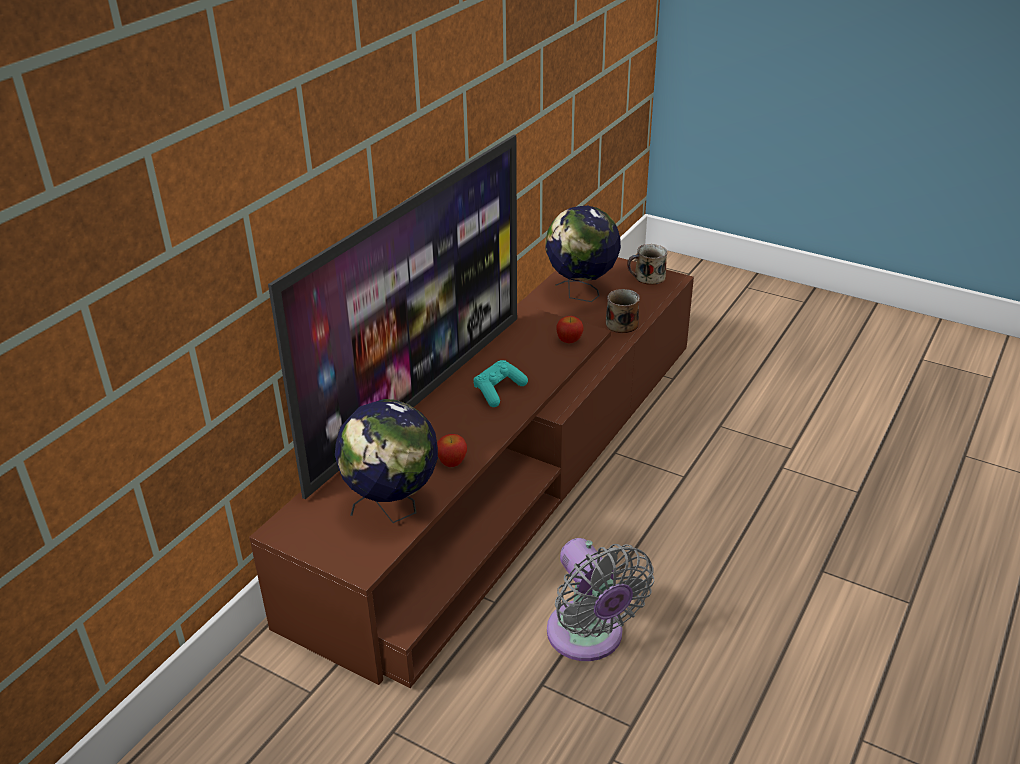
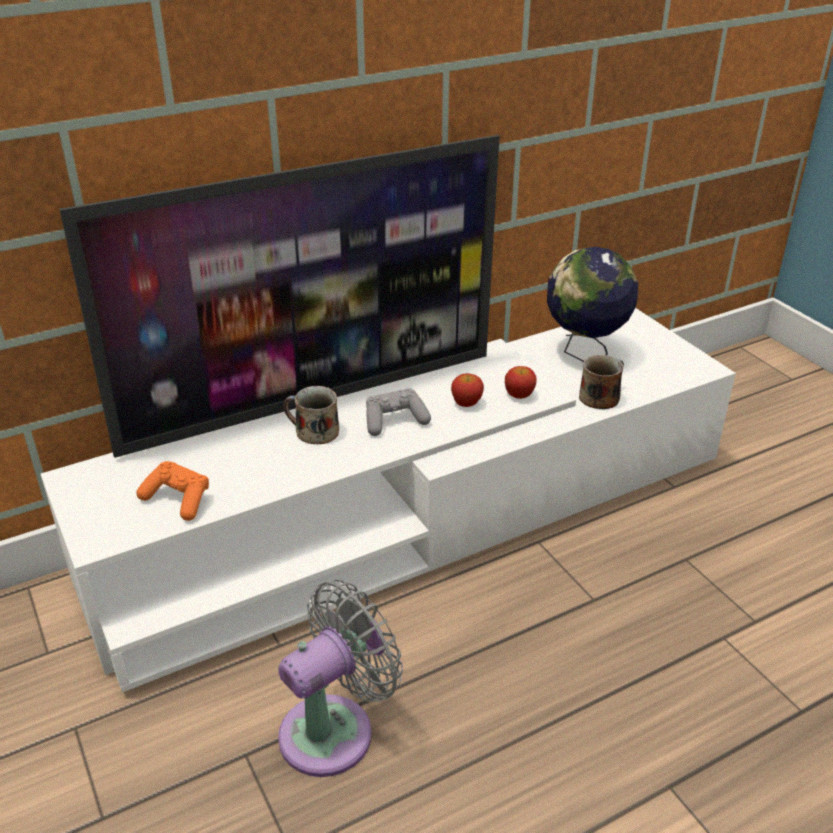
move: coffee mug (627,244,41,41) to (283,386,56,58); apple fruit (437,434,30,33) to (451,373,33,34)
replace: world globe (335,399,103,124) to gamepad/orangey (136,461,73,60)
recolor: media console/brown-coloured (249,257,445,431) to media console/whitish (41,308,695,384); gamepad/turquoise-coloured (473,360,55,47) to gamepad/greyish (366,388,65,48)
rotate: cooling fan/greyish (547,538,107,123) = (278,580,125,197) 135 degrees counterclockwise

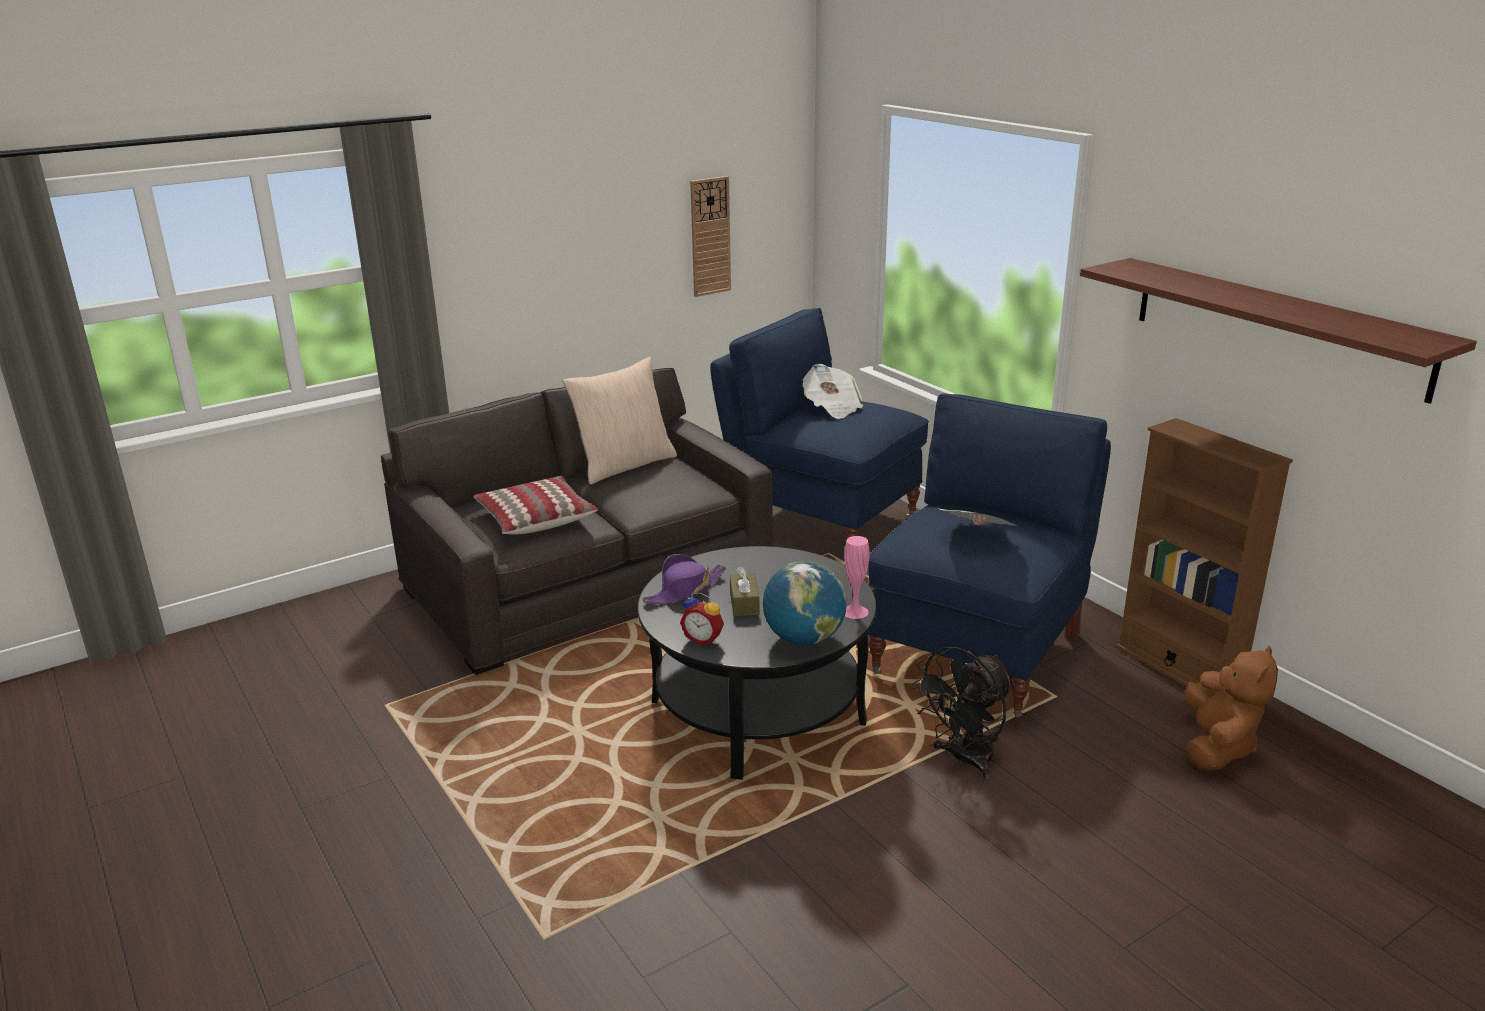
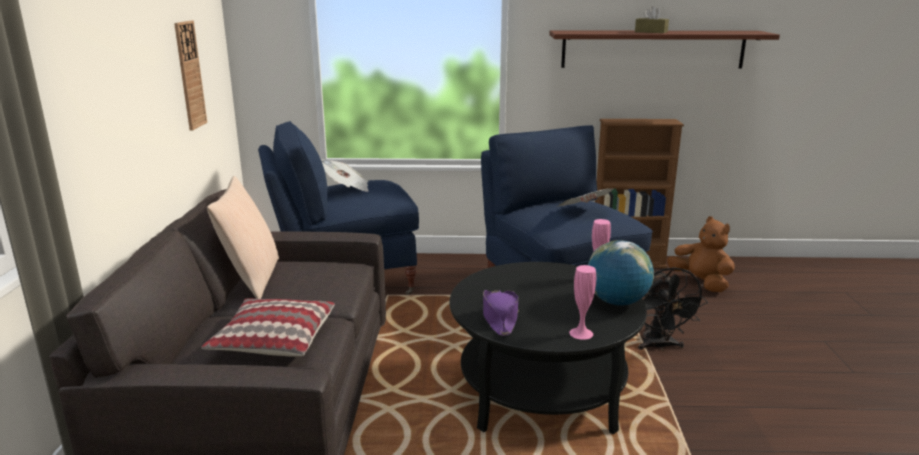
move: tissue box/brown-coloured (730,567,30,49) to (635,6,34,27)
replace: alarm clock (680,593,44,52) to decorative vase/pinkish (569,265,27,75)

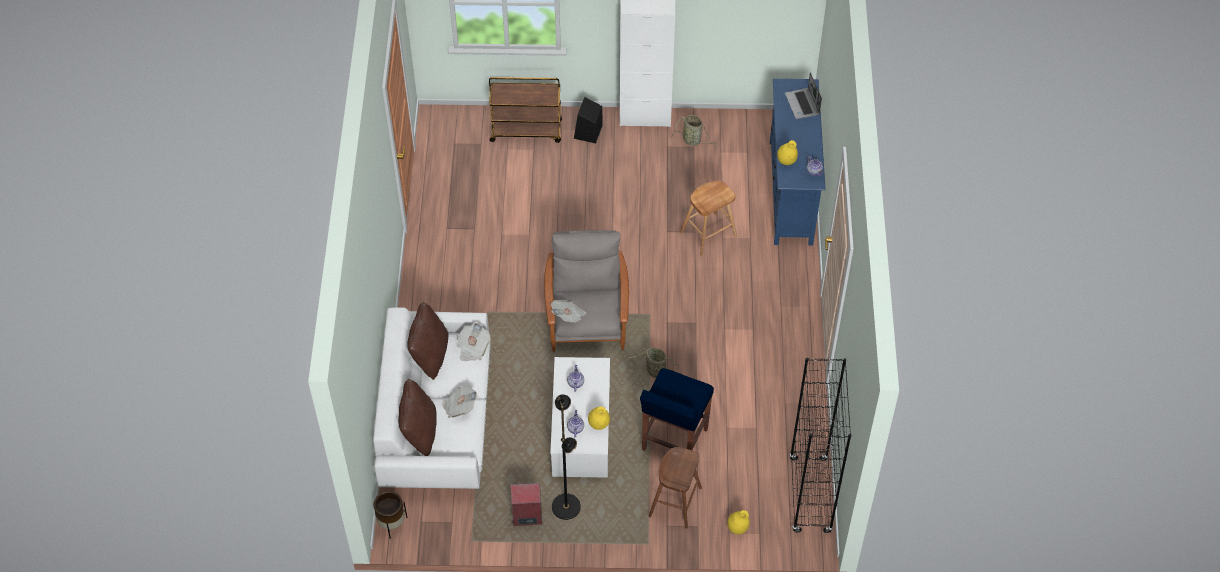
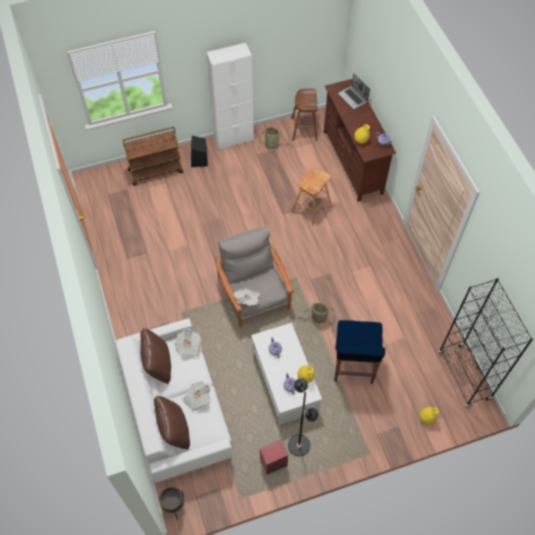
move: stool seat/brown-coloured (648,447,54,82) to (291,89,26,52)
recolor: media console/blue-coloured (770,79,56,166) to media console/brown-coloured (324,79,72,123)

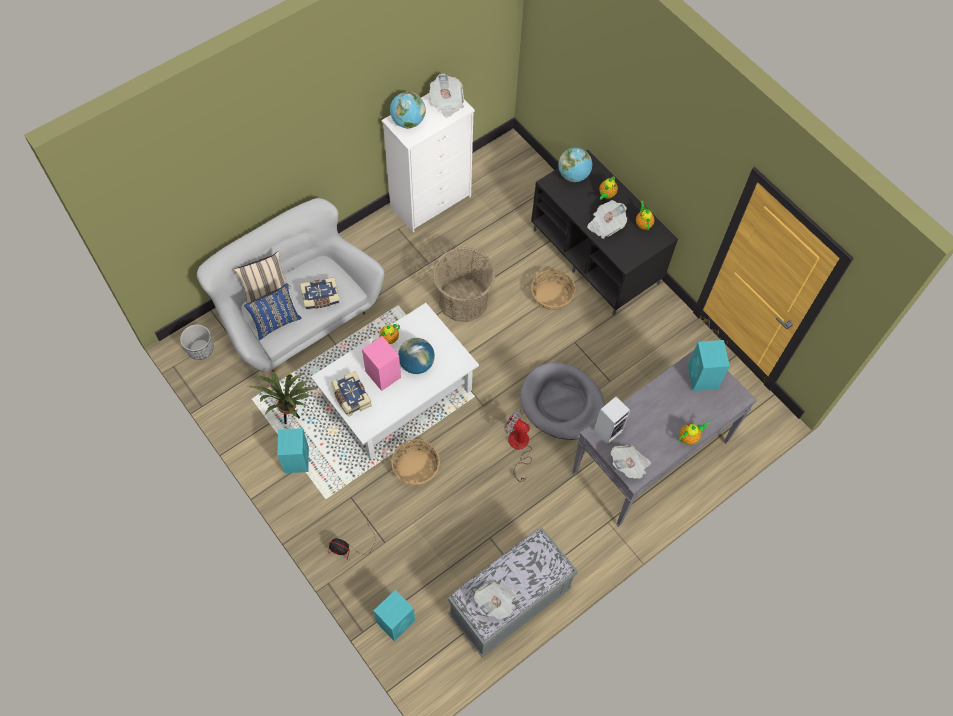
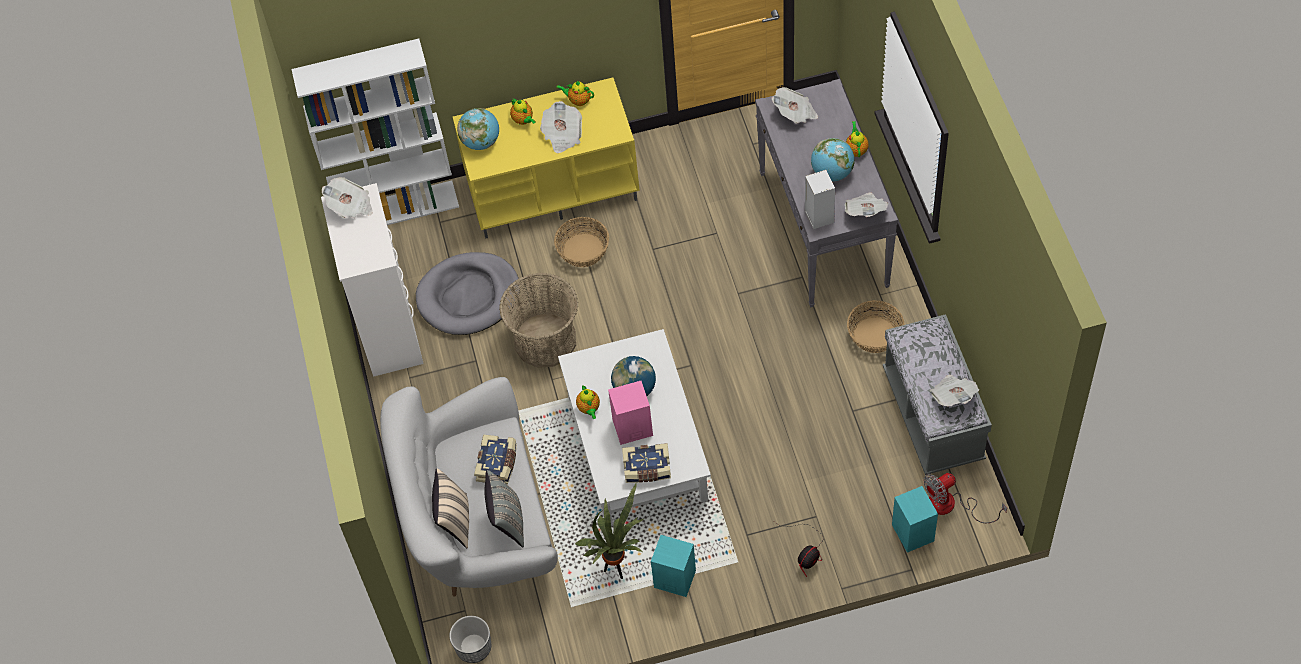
insert: bookcase/whitish (291,39,168,186)
move: world globe (390,92,36,37) to (811,138,44,43); dog bed/greyish (520,362,85,78) to (416,252,104,83); cooling fan (504,410,28,73) to (923,473,84,50); storage basket (391,439,49,46) to (847,300,58,53)
replace: loudspeaker/turquoise-coloured (688,340,42,51) to newspaper (772,87,46,37)
recolor: media console/blackish (531,150,147,166) to media console/yellowish (453,78,187,161); pillow/blue-coloured (244,283,58,57) to pillow/greyish (484,470,40,77)

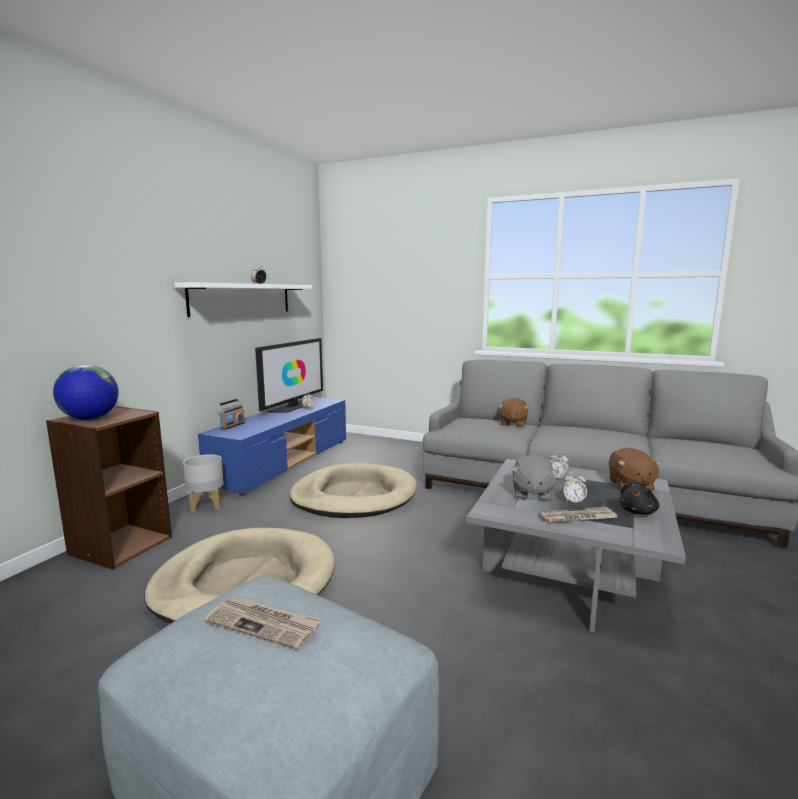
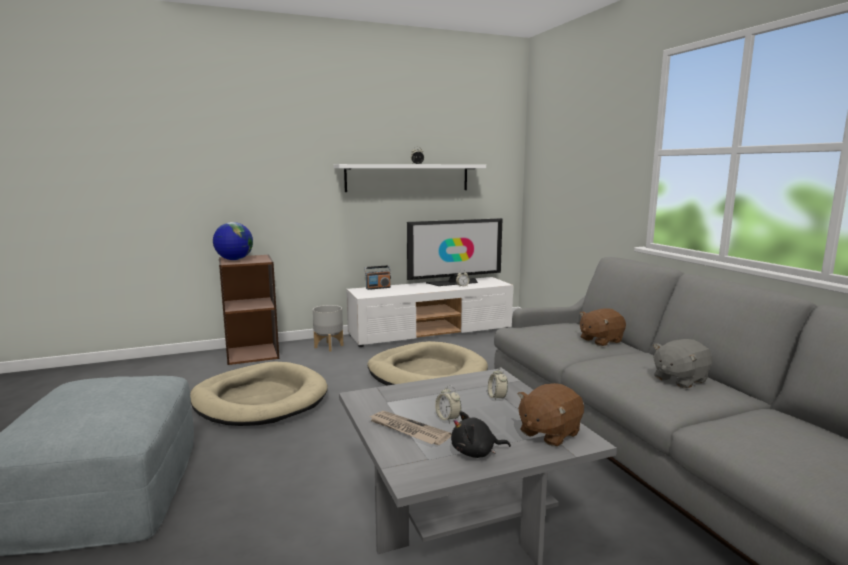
delete: newspaper (204,596,117,54)
move: soft toy/greyish (511,455,47,47) to (653,339,59,49)
recolor: media console/blue-coloured (198,397,148,99) to media console/whitish (346,277,167,70)

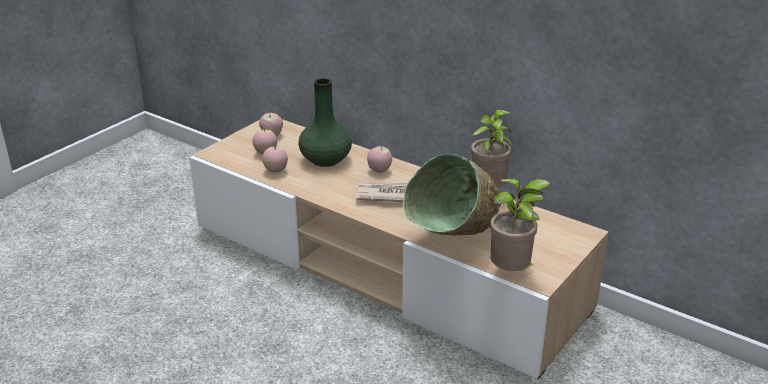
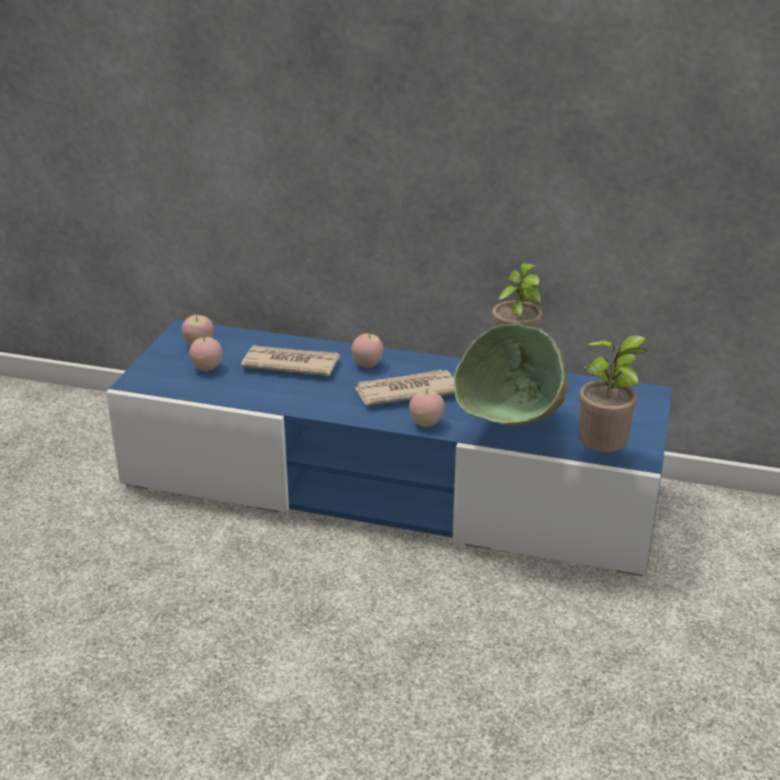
move: apple fruit (262,147,26,26) to (409,390,36,37)
replace: decorative vase/green-coloured (298,78,54,89) to newspaper (241,345,99,31)
recolor: media console/sand-coloured (189,119,420,260) to media console/blue-coloured (106,320,567,256)

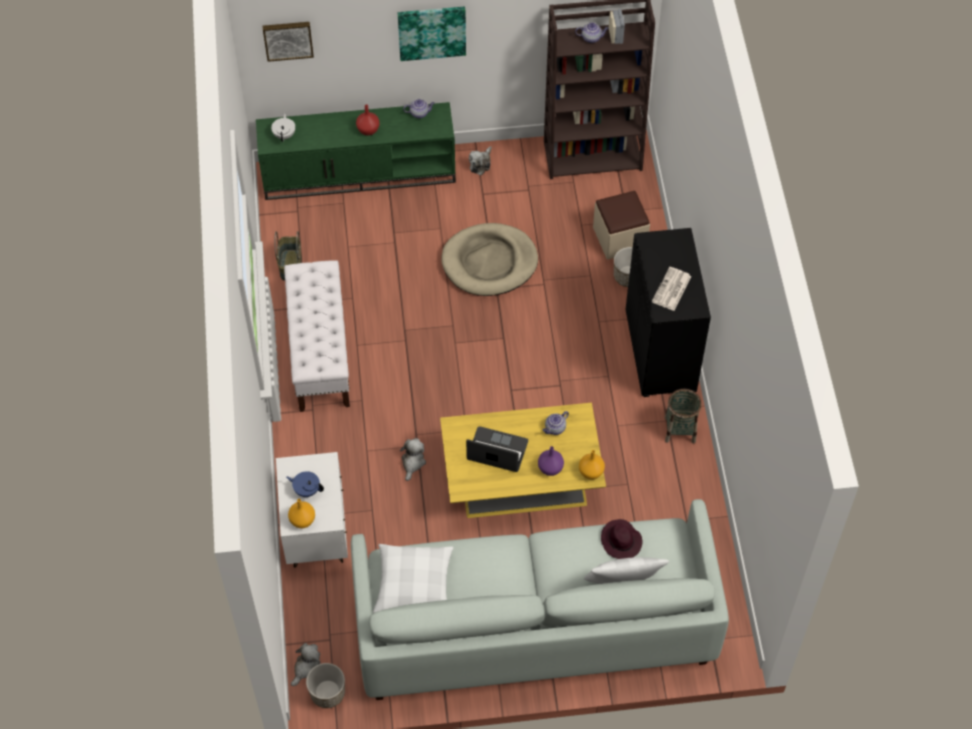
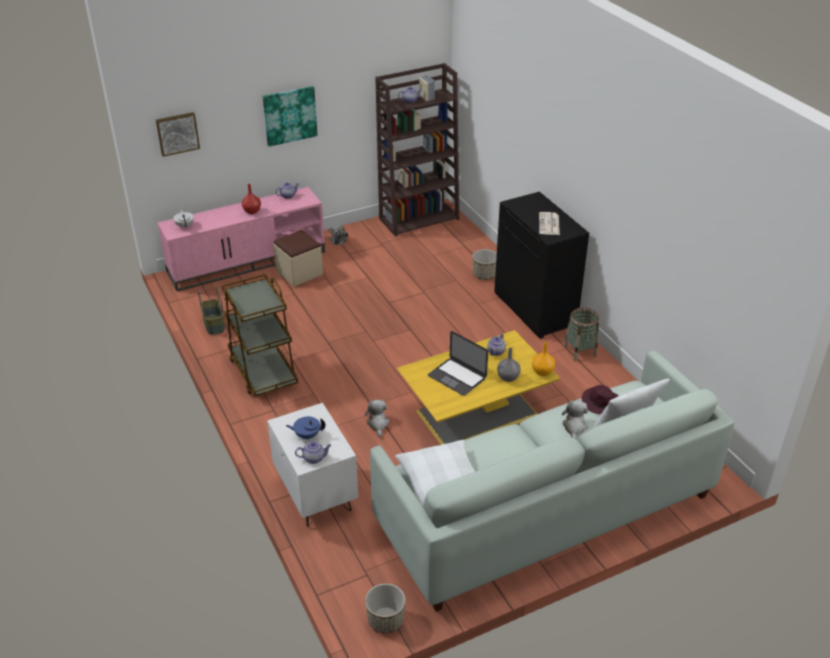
delete: dog bed/sand-coloured (442,223,96,73)
move: ottoman/sand-coloured (593,191,57,68) to (273,230,50,56); soft toy (291,643,29,43) to (562,400,26,40)
replace: long seat/whitish (284,260,66,152) to cart/brown-coloured (222,274,76,122); decorative vase/orangey (288,499,27,29) to teapot (295,441,36,23)
recolor: media console/green-coloured (256,102,200,98) to media console/pinkish (157,187,168,104); decorative vase/purplish (538,446,26,30) to decorative vase/greyish (497,347,24,35)
rotate: notebook computer (466,426,62,46) = (428,331,60,65) 135 degrees counterclockwise

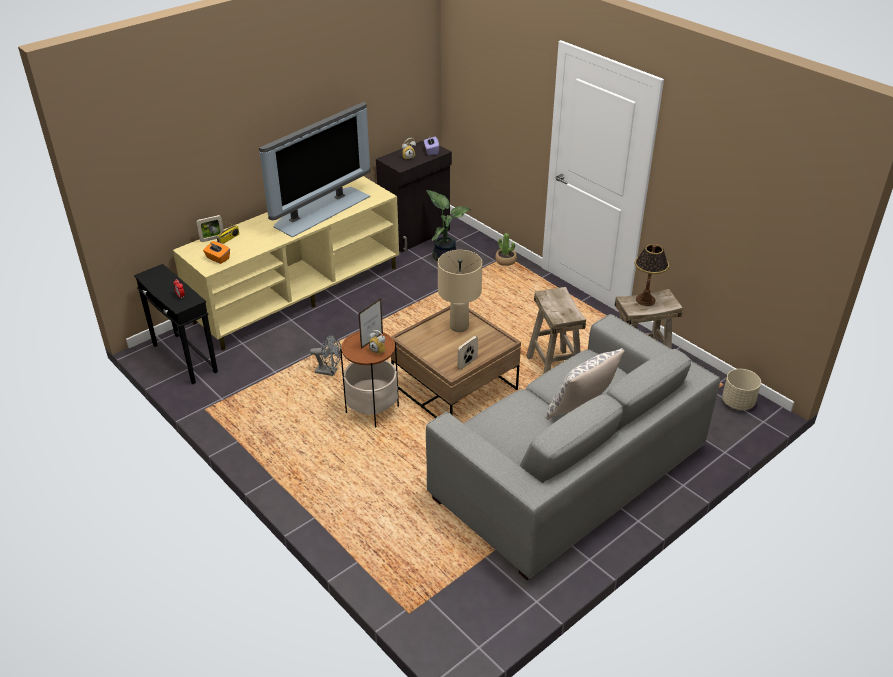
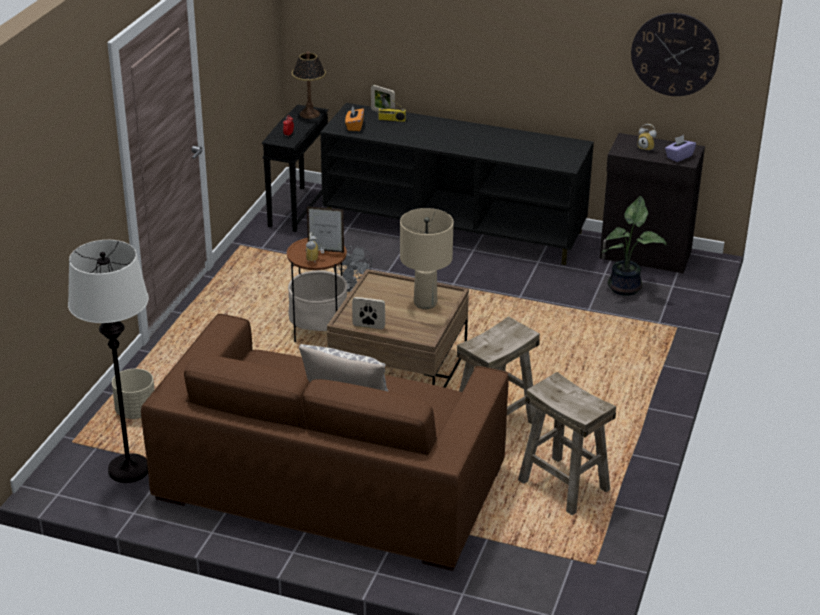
delete: TV set (259,102,111,136); potted plant (495,233,22,33)
insert: clock on the wall (631,13,88,83); standard lamp/whitish (68,240,81,243)
move: table lamp (635,244,34,62) to (291,51,35,68); planter/sand-coloured (722,369,39,41) to (112,368,43,51)
recolor: media console/sand-coloured (173,176,226,175) to media console/blackish (320,103,274,162); couch/greyish (426,314,294,267) to couch/brown-coloured (141,314,368,257)

